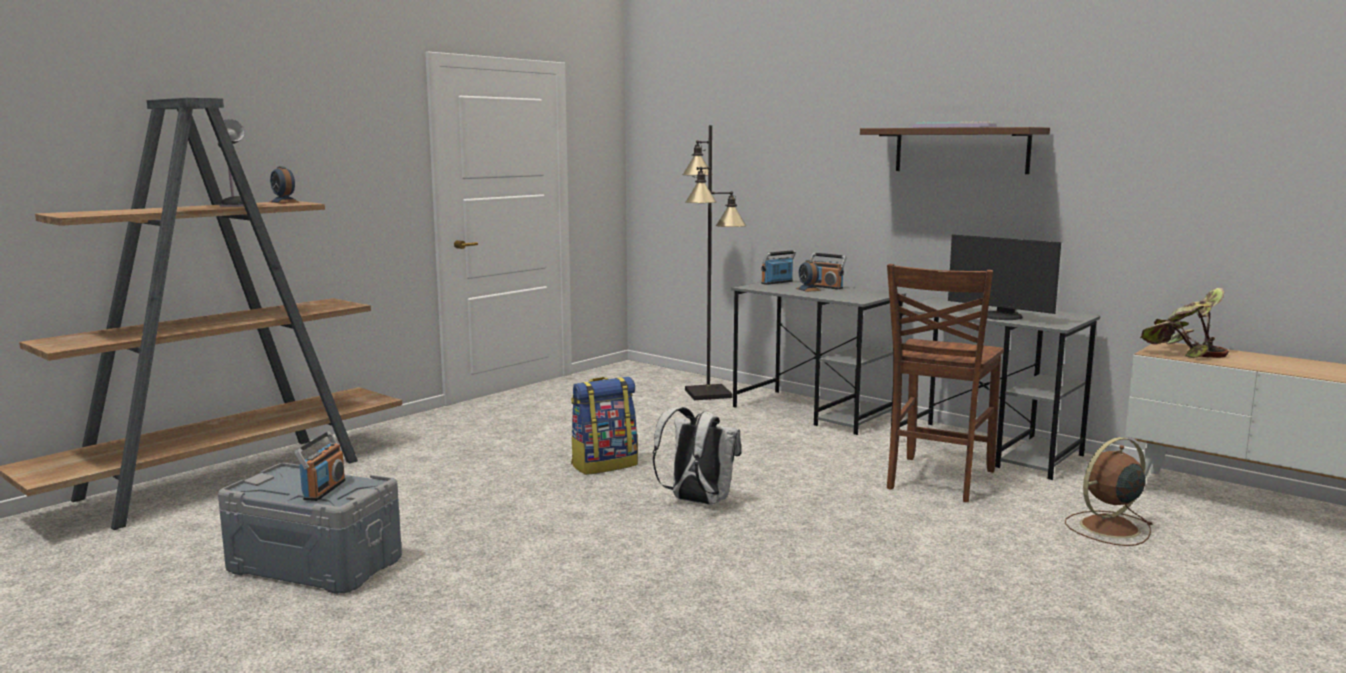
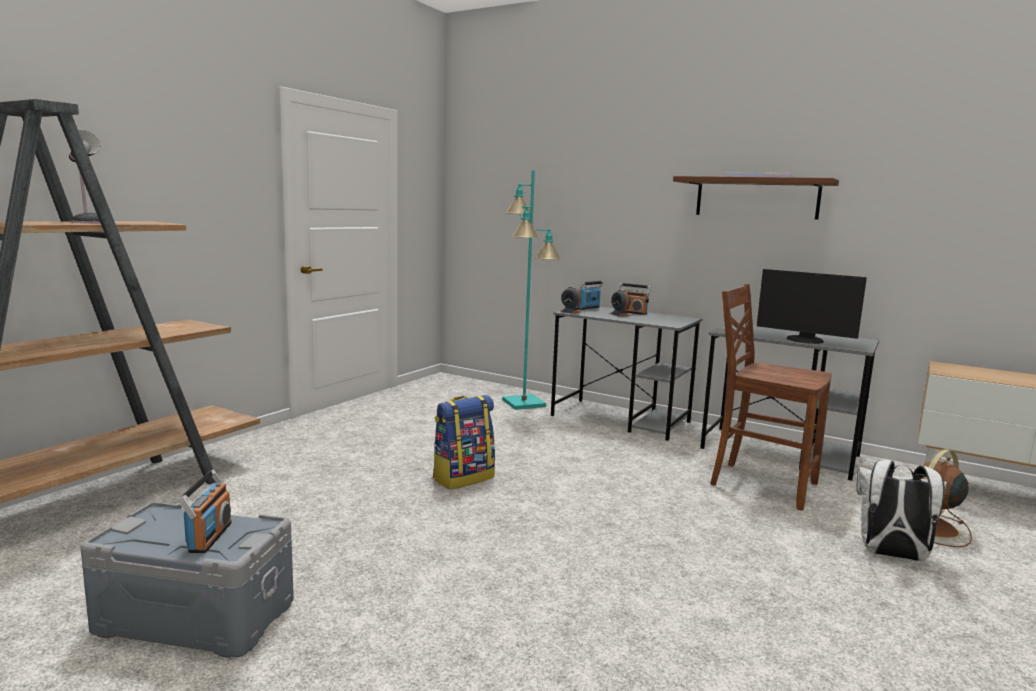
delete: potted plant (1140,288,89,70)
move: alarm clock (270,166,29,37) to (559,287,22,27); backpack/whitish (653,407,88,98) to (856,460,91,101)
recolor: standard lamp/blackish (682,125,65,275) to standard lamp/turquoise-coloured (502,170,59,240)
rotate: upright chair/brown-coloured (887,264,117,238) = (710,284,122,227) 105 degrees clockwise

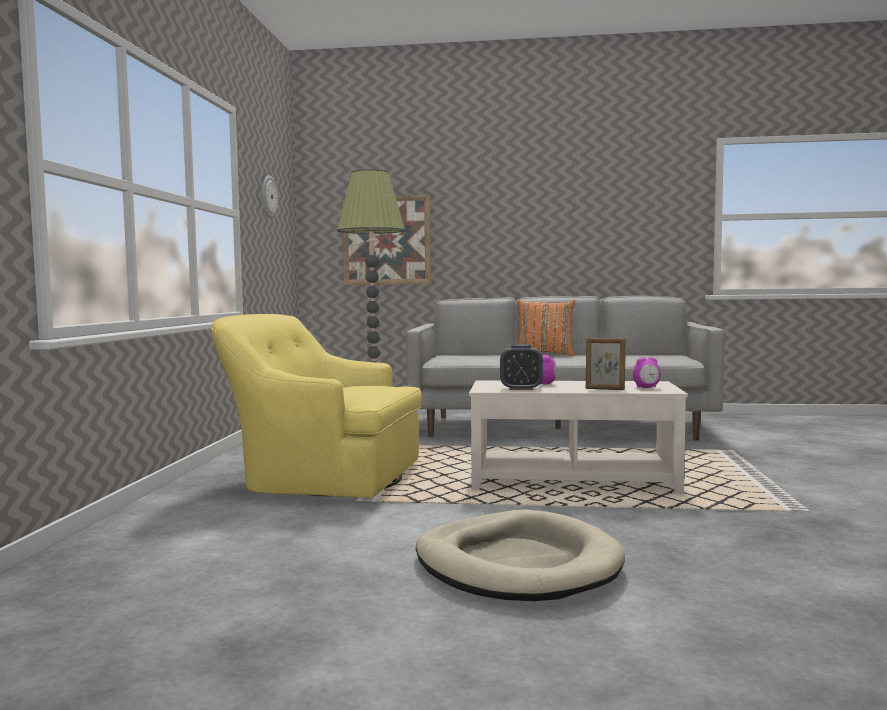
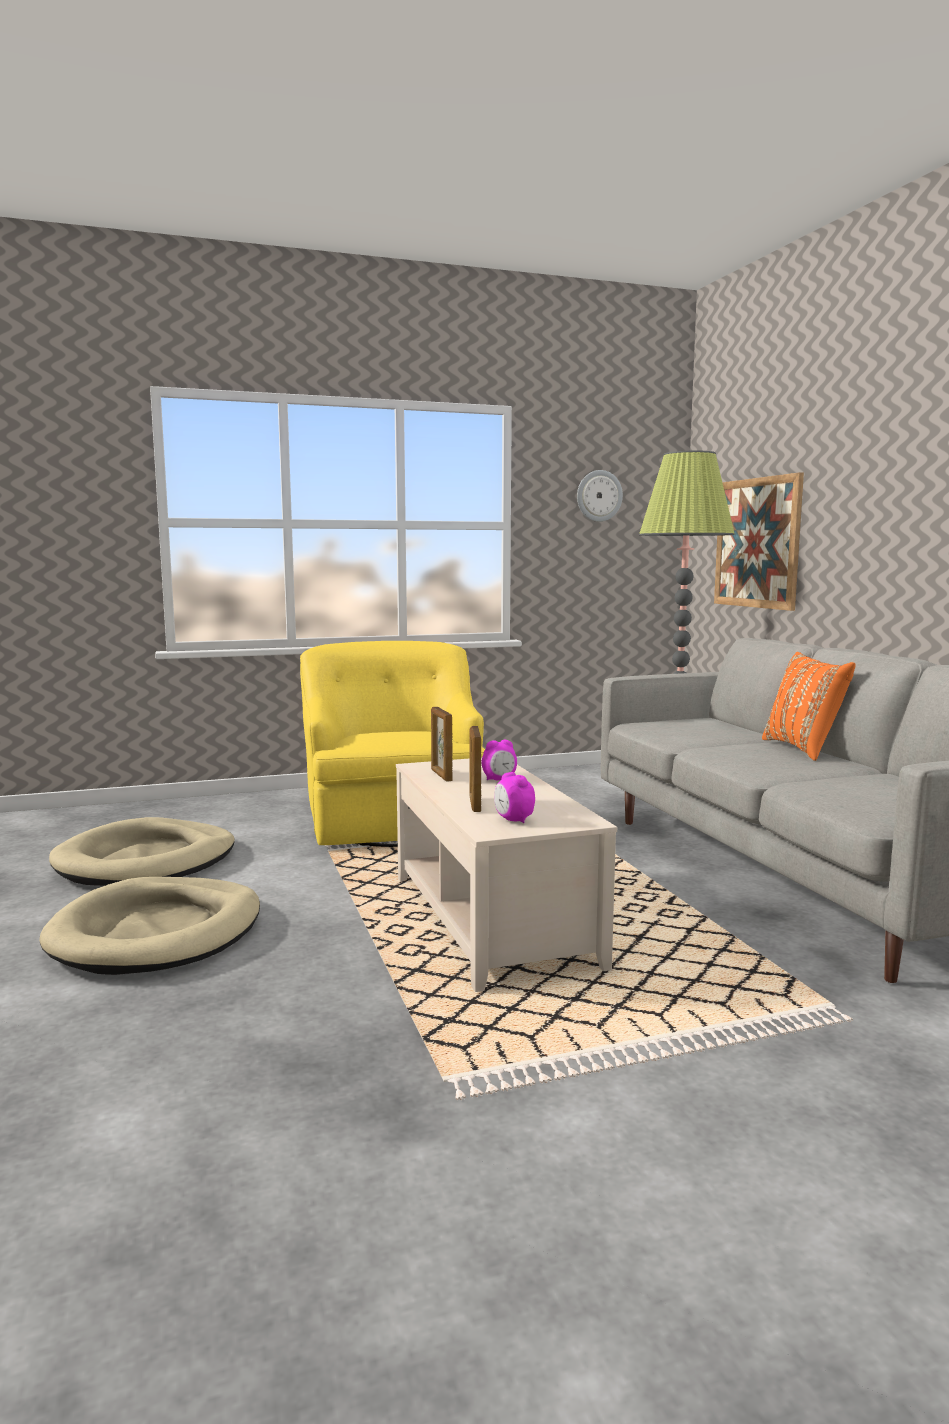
insert: dog bed/sand-coloured (49,817,186,69)
replace: alarm clock (500,345,43,45) to photo frame (431,707,22,75)

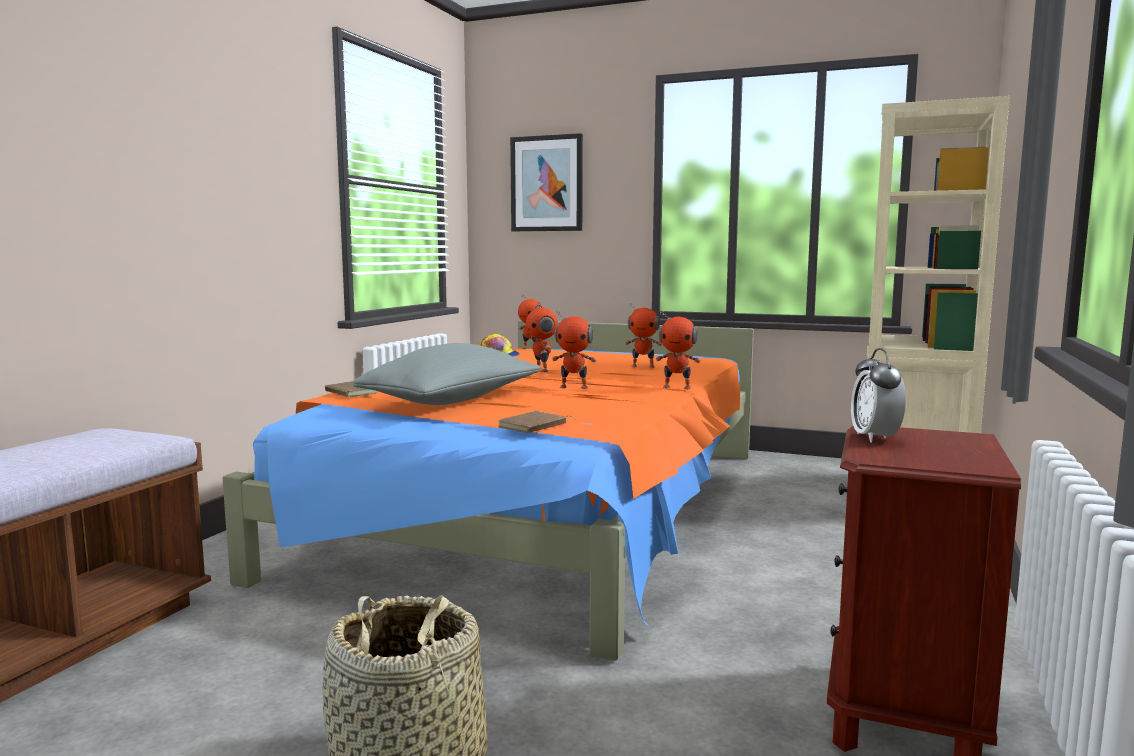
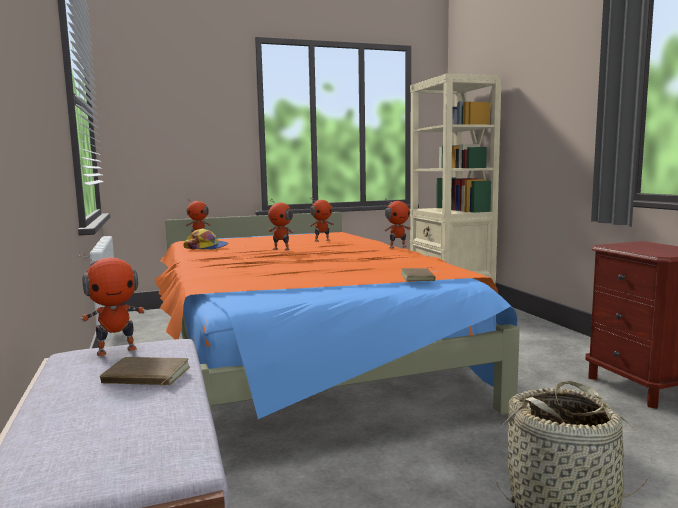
delete: wall art (510,133,73,98); pillow/greyish (352,343,190,62); alarm clock (851,348,55,95)
move: robot figure (552,311,44,78) to (79,252,66,104); bound book/brown-coloured (325,381,52,16) to (100,357,90,29)

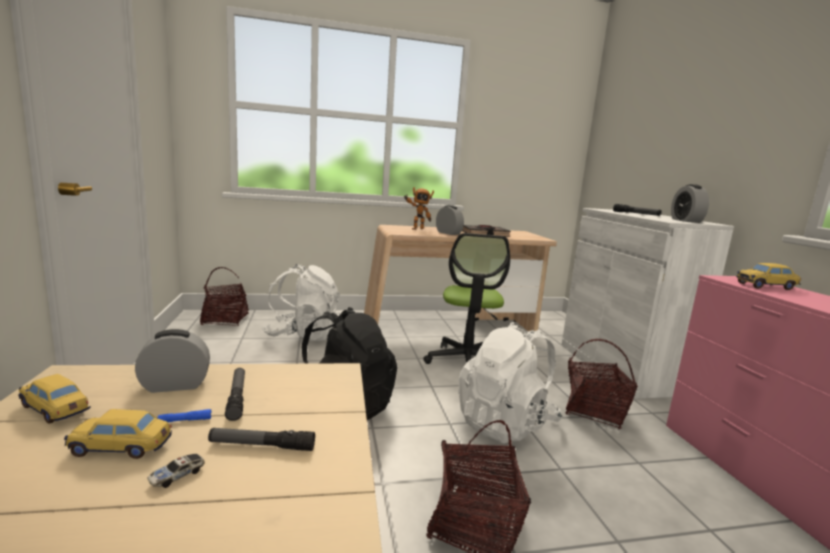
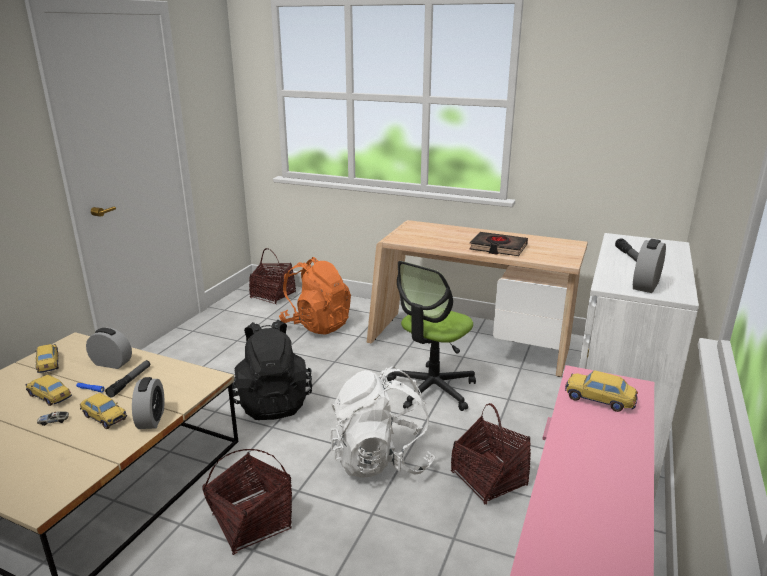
delete: robot figure (404,187,30,43)
move: alarm clock (436,205,28,30) to (132,377,33,52)
replace: flashlight (208,428,107,23) to miniature car (80,393,47,36)
recolor: backpack/whitish (262,264,78,77) to backpack/orangey (279,257,72,77)

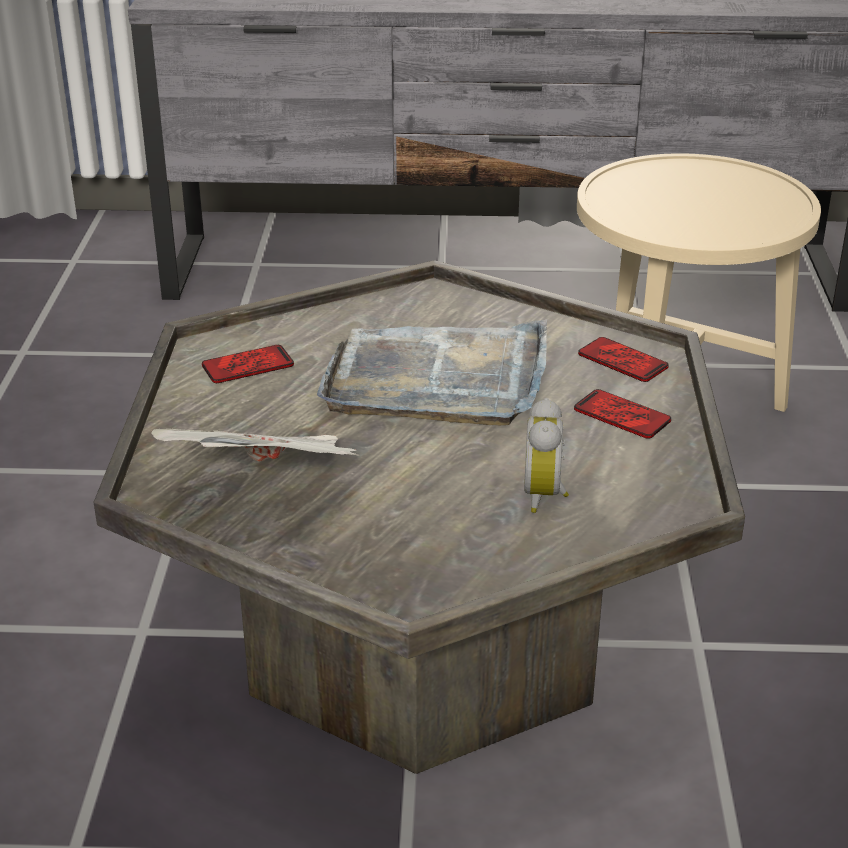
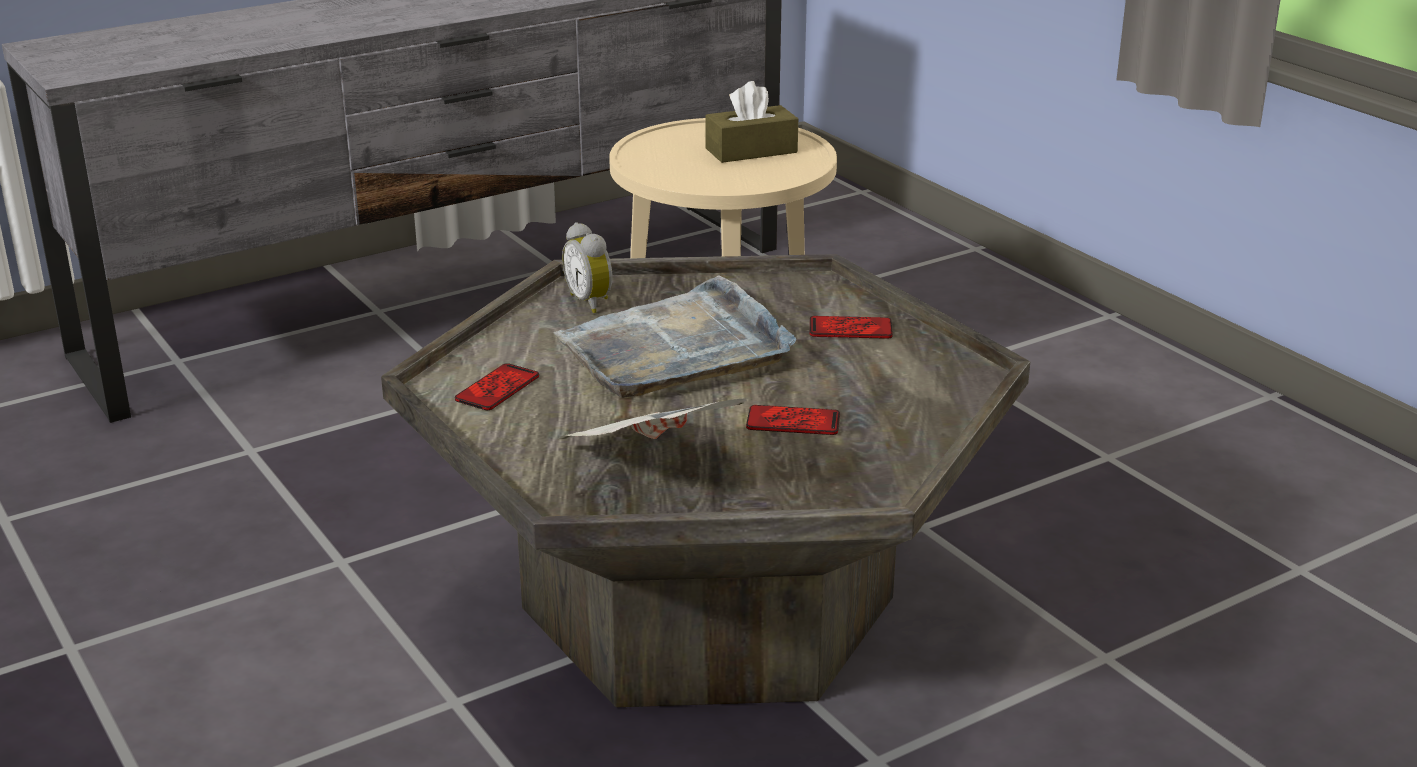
insert: tissue box/brown-coloured (705,81,93,82)
move: telephone (578,337,91,45) to (746,405,94,30); alarm clock (524,398,45,115) to (562,222,50,91)

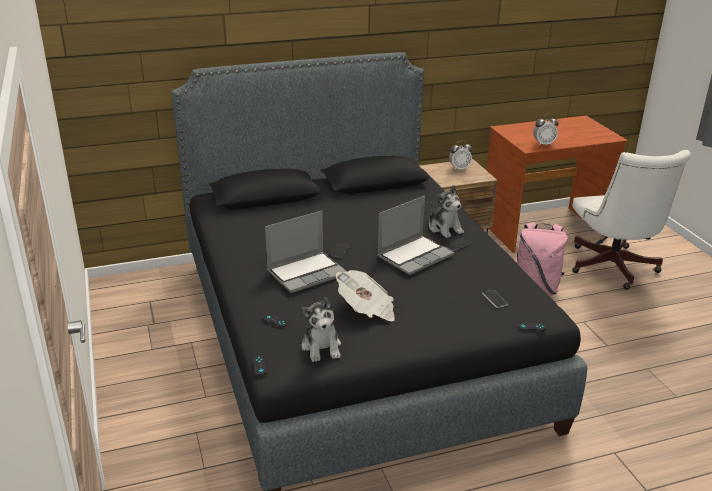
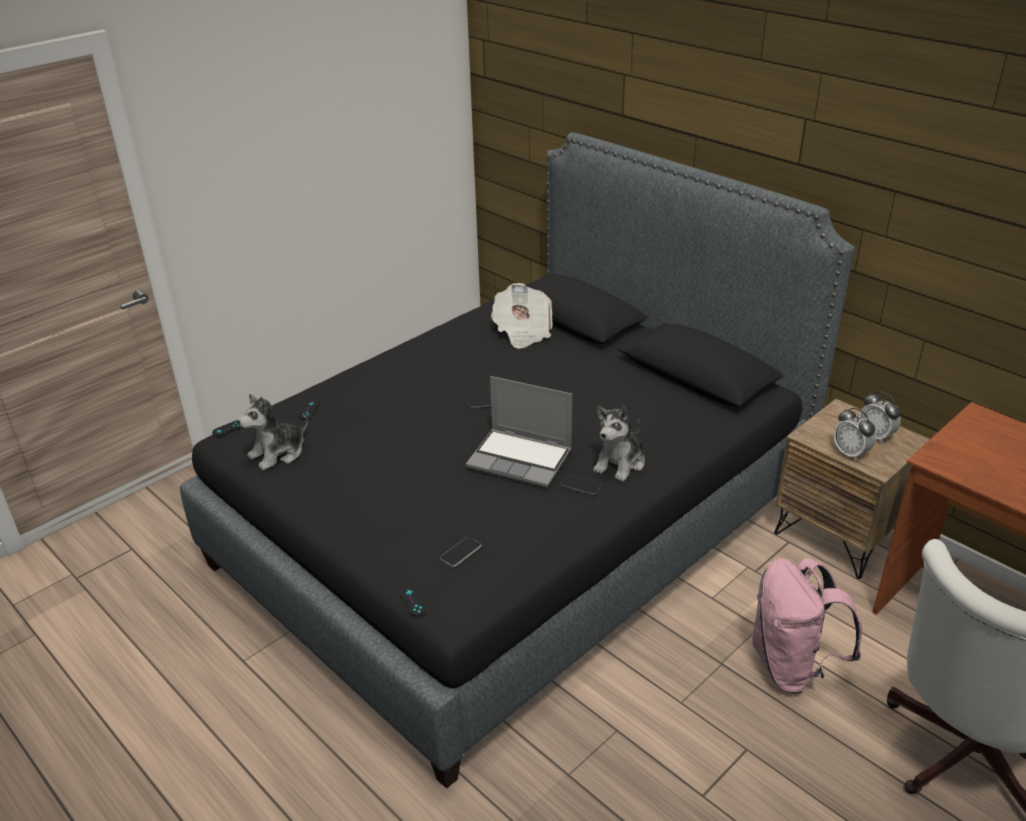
delete: notebook computer (265,211,82,82)
move: alarm clock (533,115,26,31) to (833,408,43,53); newspaper (336,270,59,51) to (491,283,62,66)

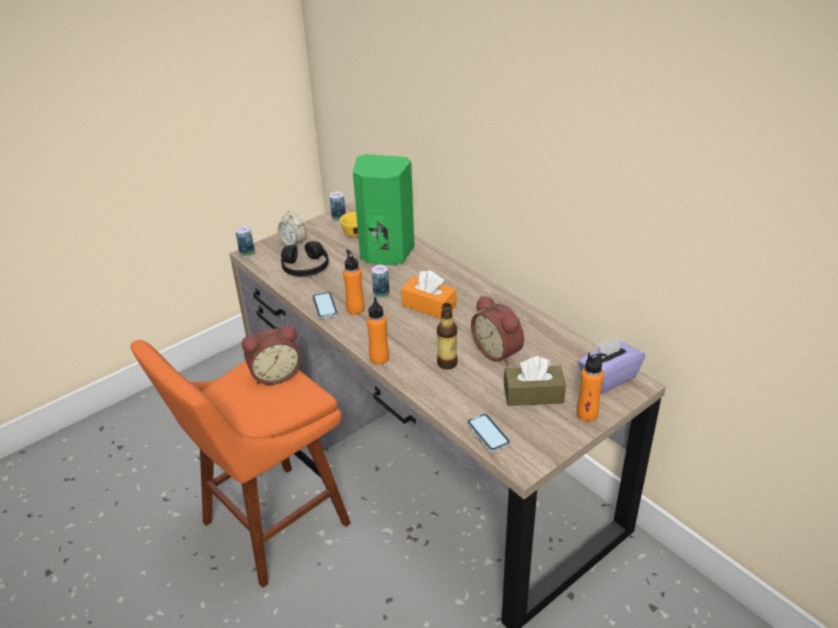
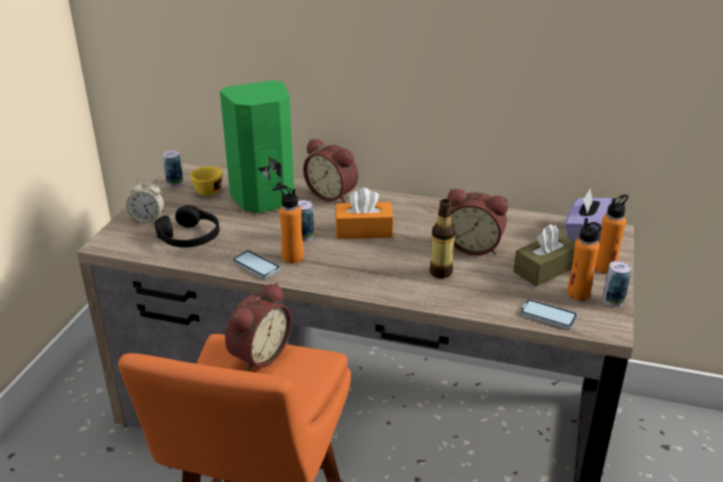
insert: alarm clock (303,139,55,64)
move: can (235,226,20,32) to (603,261,28,46); bottle/orangey (366,297,23,68) to (567,218,35,82)

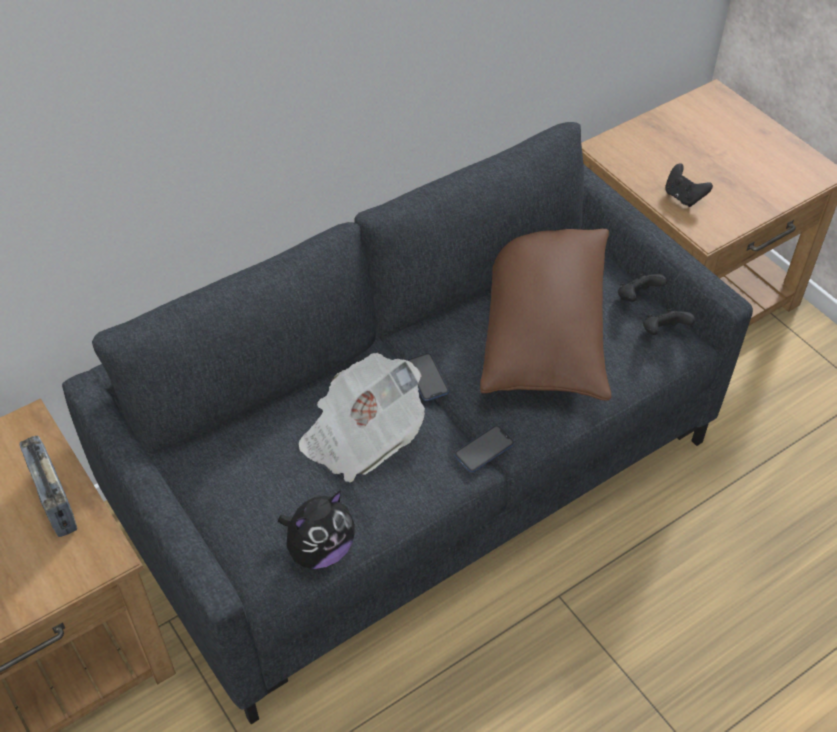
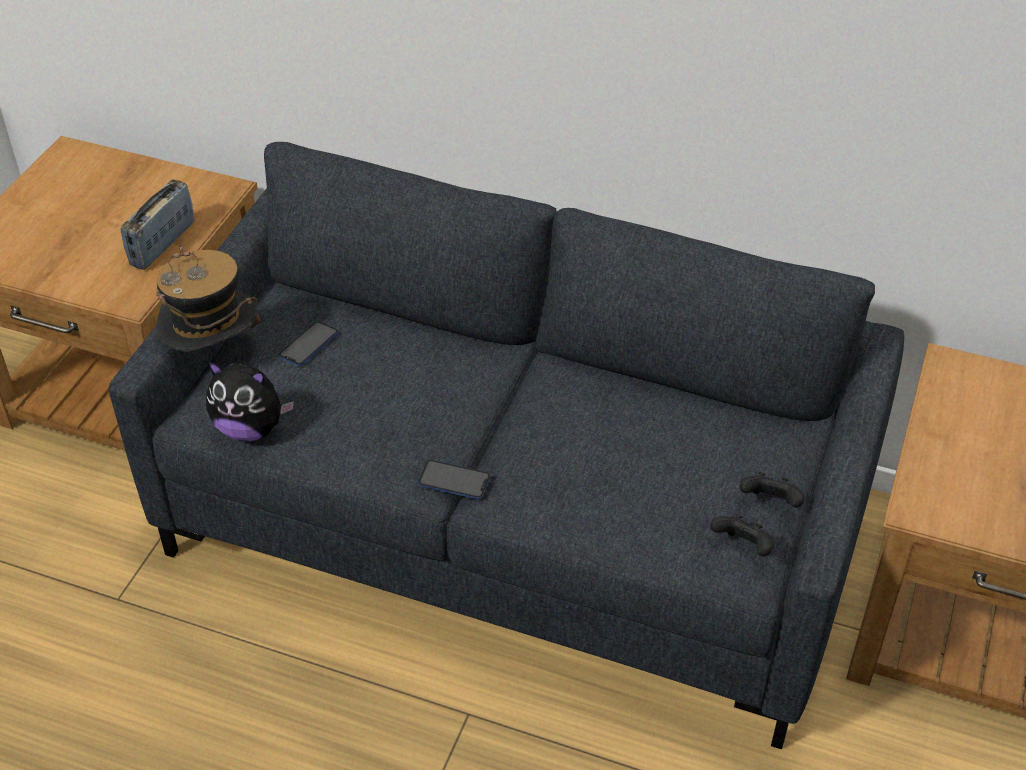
delete: gamepad/blackish (665,163,48,44); pillow/brown-coloured (480,229,131,172); newspaper (299,353,126,130)
insert: wearable hat (156,244,105,107)
move: telephone (407,353,42,48) to (279,321,59,45)

